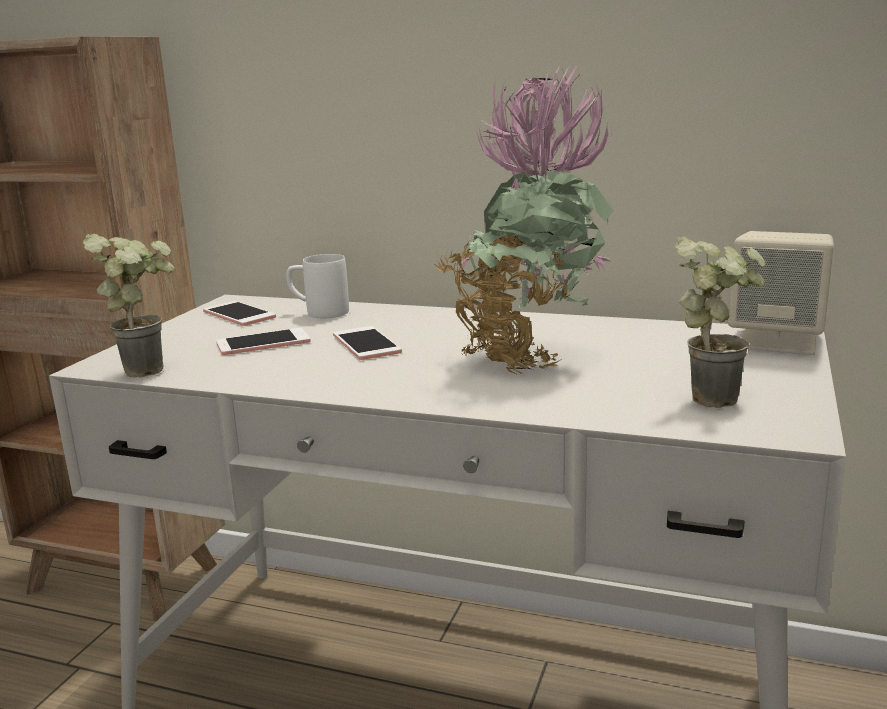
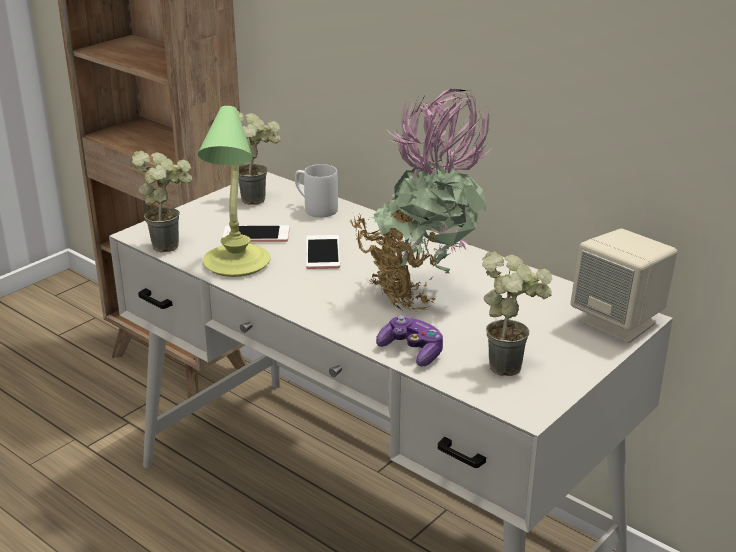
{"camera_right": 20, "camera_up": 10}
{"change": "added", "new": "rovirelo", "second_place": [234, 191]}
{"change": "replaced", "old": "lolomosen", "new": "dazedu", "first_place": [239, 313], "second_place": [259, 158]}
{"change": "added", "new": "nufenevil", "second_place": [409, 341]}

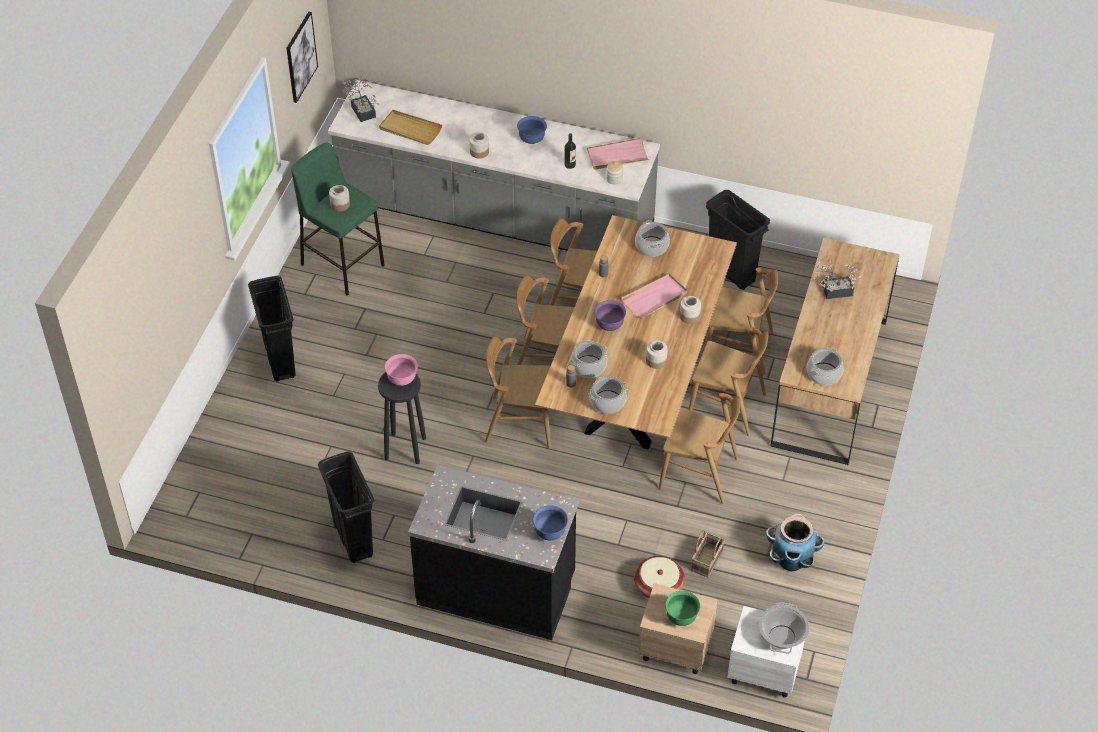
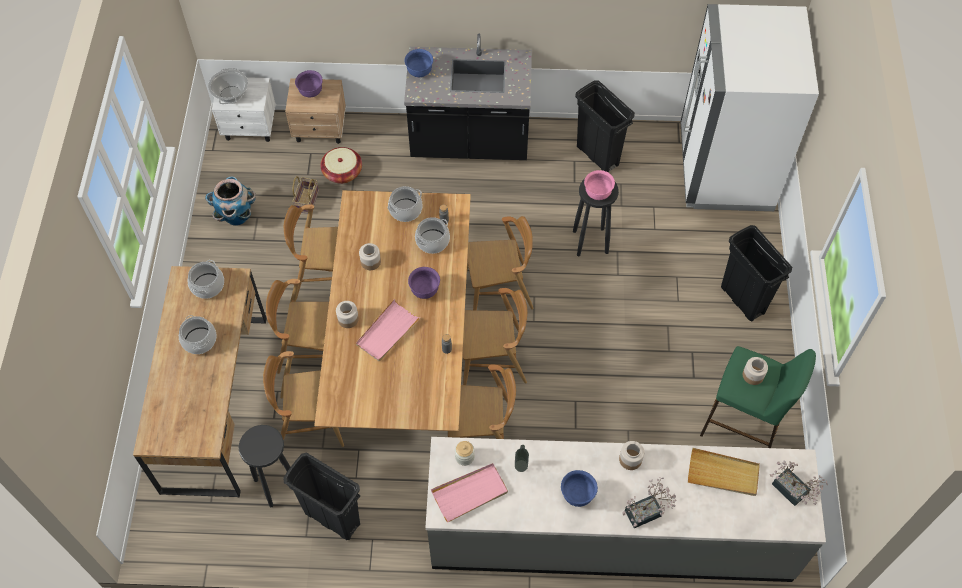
{"camera_right": 165, "camera_up": 10}
{"change": "moved", "old": "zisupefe", "first_place": [652, 238], "second_place": [198, 334]}
{"change": "added", "new": "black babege", "second_place": [264, 466]}
{"change": "recoloured", "old": "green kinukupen", "new": "purple kinukupen", "first_place": [682, 608], "second_place": [309, 83]}
{"change": "moved", "old": "dazedu", "first_place": [837, 279], "second_place": [650, 502]}
{"change": "added", "new": "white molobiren", "second_place": [749, 107]}
{"change": "removed", "old": "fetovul", "first_place": [302, 57]}

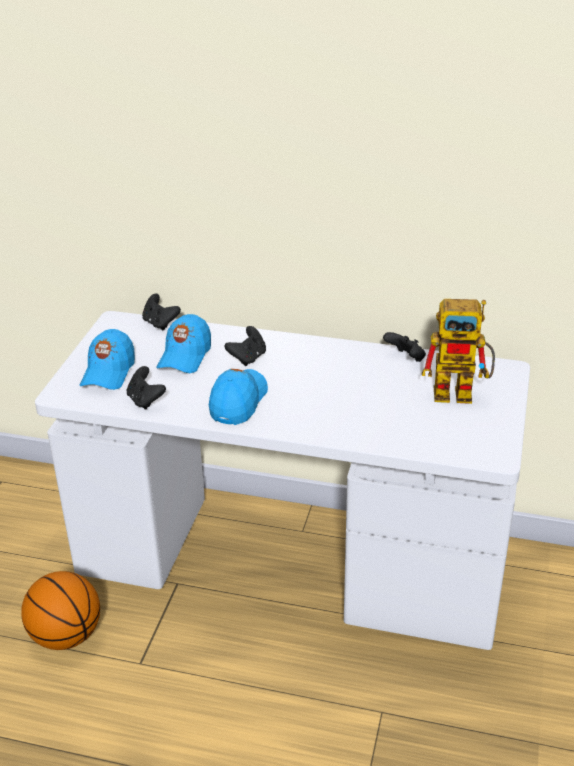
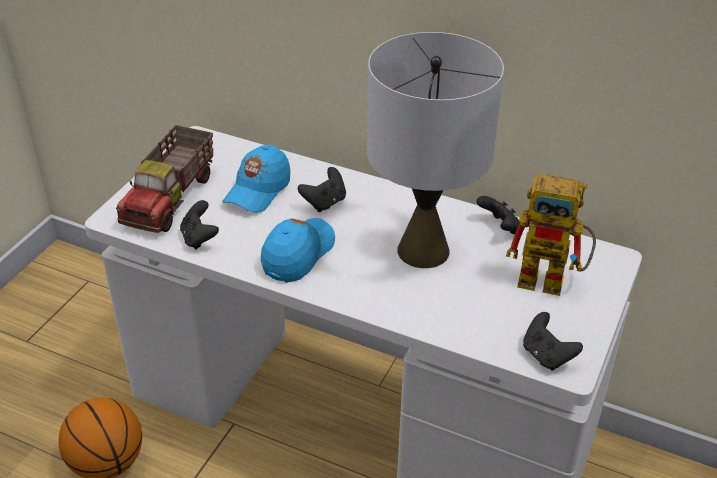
{"camera_right": 10, "camera_up": 5}
{"change": "replaced", "old": "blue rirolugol", "new": "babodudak", "first_place": [107, 359], "second_place": [164, 179]}
{"change": "added", "new": "grey rovirelo", "second_place": [435, 150]}
{"change": "moved", "old": "black nufenevil", "first_place": [161, 312], "second_place": [553, 341]}

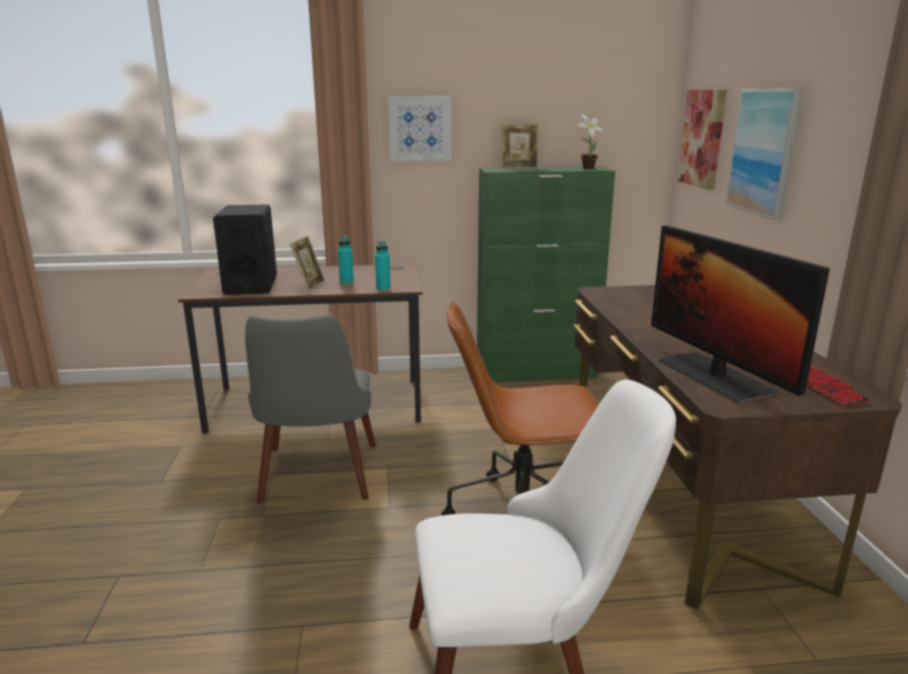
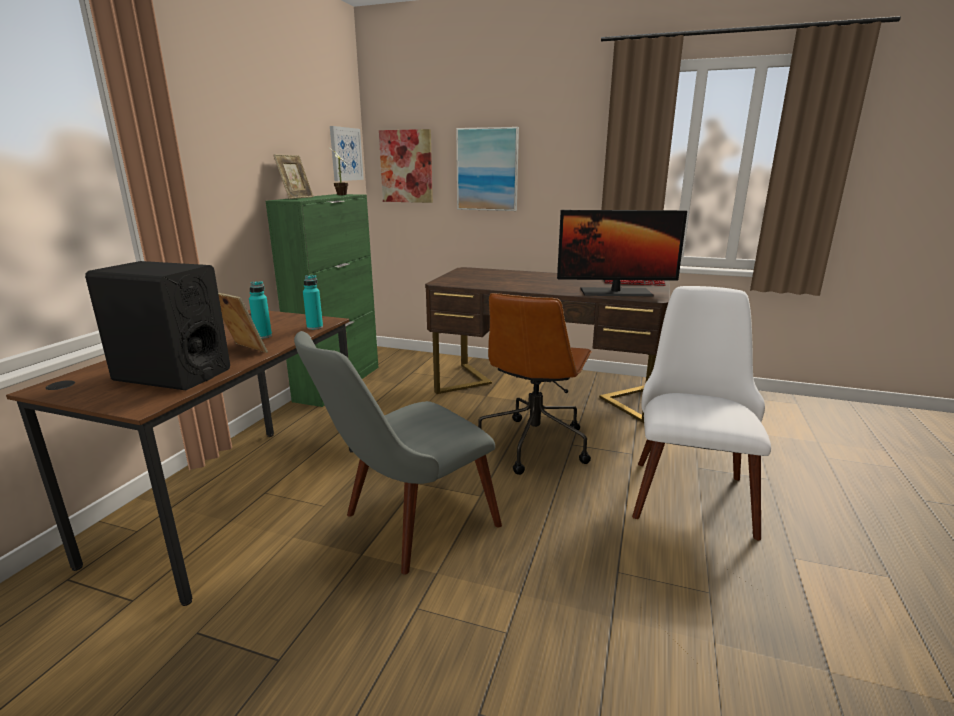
{"camera_right": -65, "camera_up": 0}
{"change": "turned", "old": "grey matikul", "first_place": [310, 409], "second_place": [398, 453], "degrees": 120}
{"change": "moved", "old": "fetovul", "first_place": [419, 128], "second_place": [347, 153]}

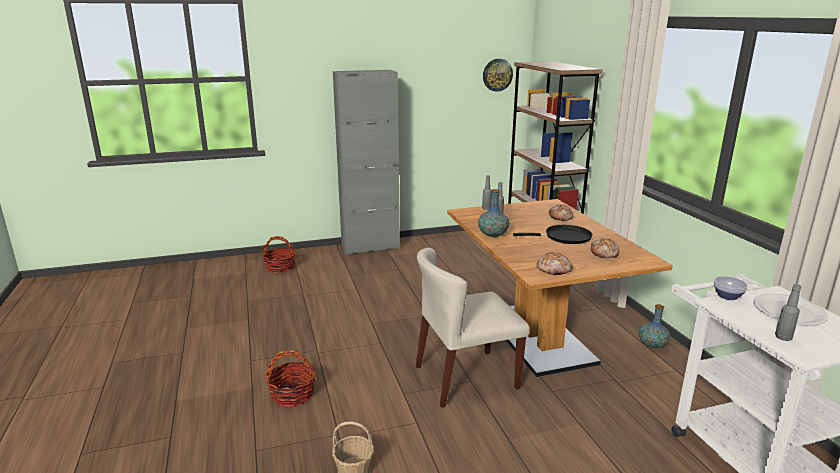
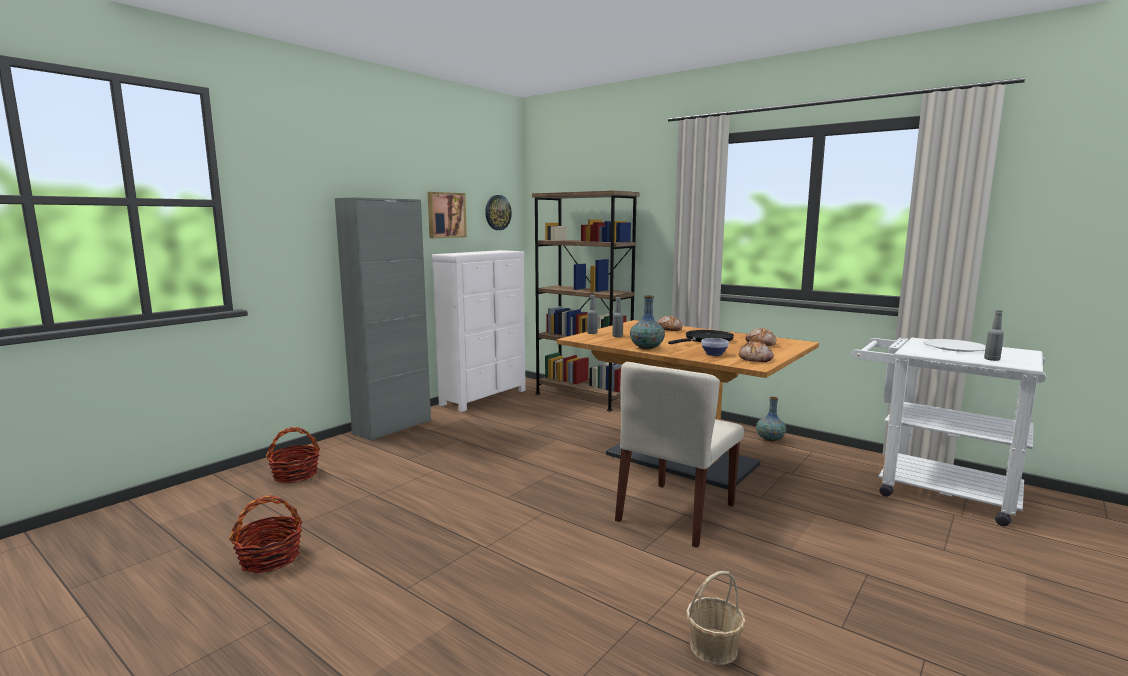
{"camera_right": -35, "camera_up": -10}
{"change": "moved", "old": "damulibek", "first_place": [290, 378], "second_place": [265, 534]}
{"change": "added", "new": "fetovul", "second_place": [447, 215]}
{"change": "added", "new": "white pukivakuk", "second_place": [479, 331]}
{"change": "moved", "old": "kinukupen", "first_place": [731, 288], "second_place": [715, 347]}

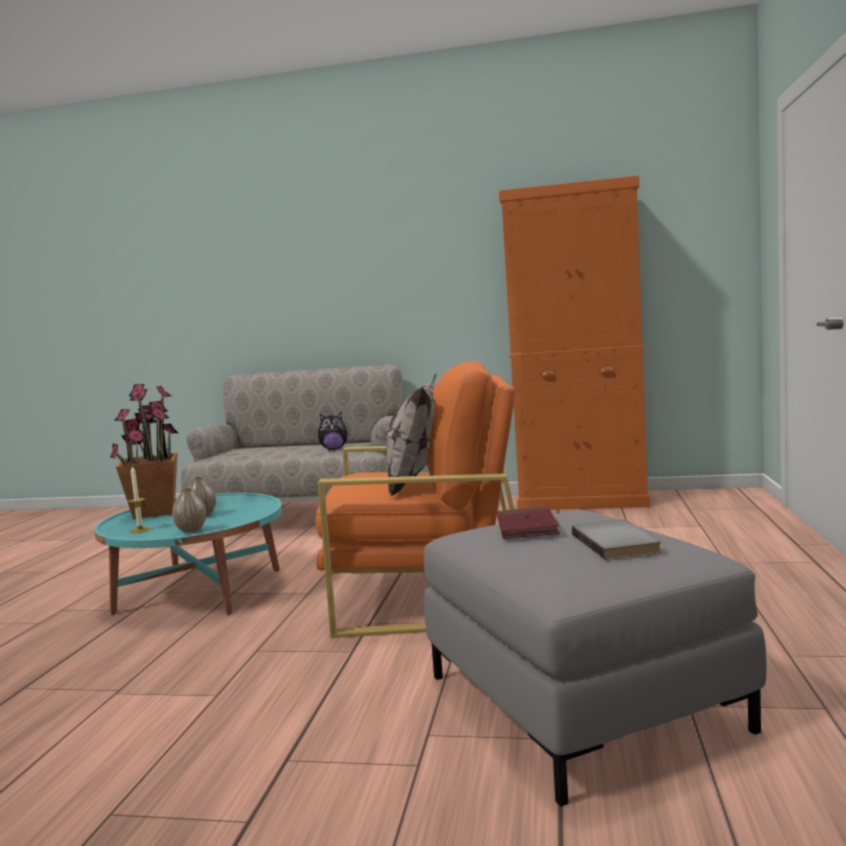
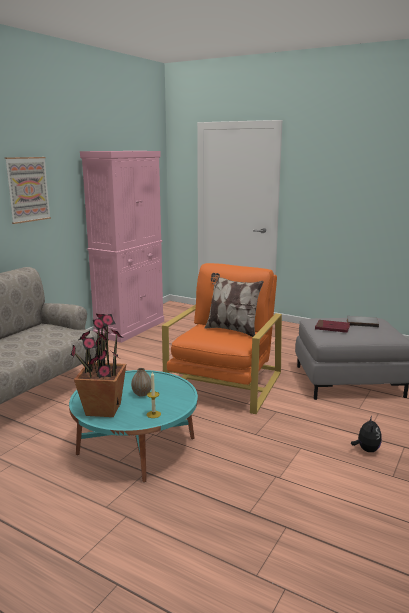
{"camera_right": -70, "camera_up": 10}
{"change": "added", "new": "fetovul", "second_place": [28, 190]}
{"change": "recoloured", "old": "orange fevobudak", "new": "pink fevobudak", "first_place": [574, 343], "second_place": [122, 247]}
{"change": "moved", "old": "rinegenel", "first_place": [334, 431], "second_place": [366, 434]}
{"change": "removed", "old": "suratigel", "first_place": [189, 510]}

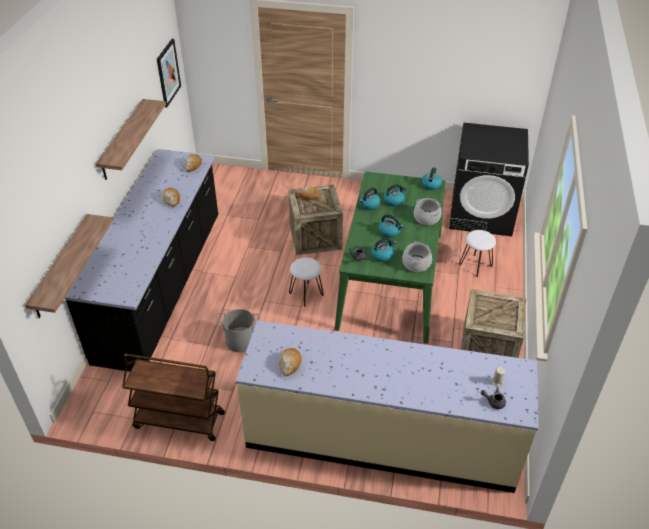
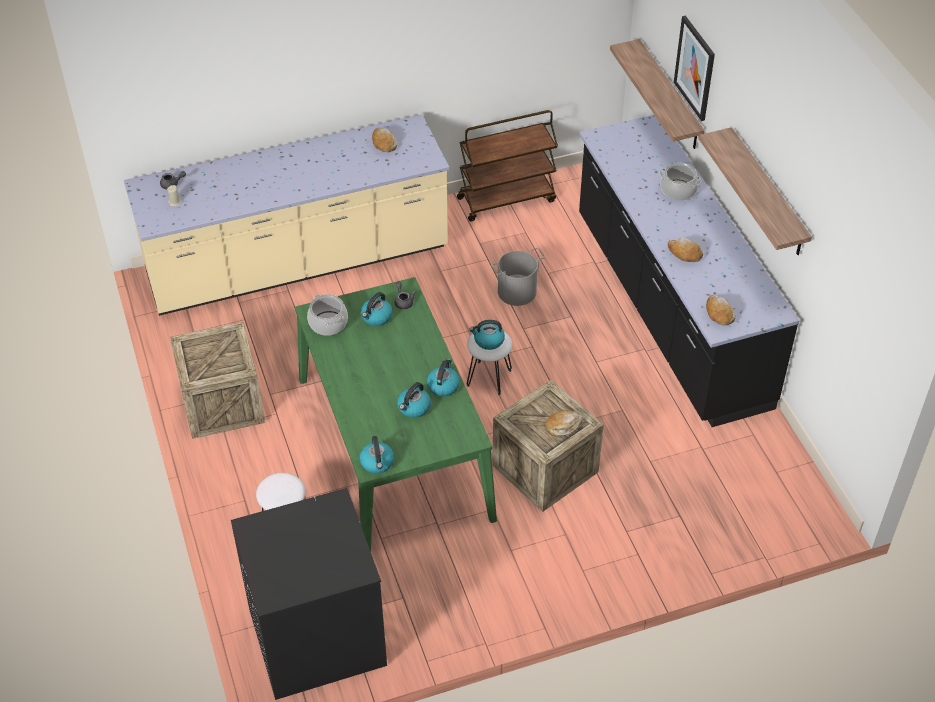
{"camera_right": 150, "camera_up": 5}
{"change": "moved", "old": "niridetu", "first_place": [391, 226], "second_place": [487, 335]}
{"change": "moved", "old": "zisupefe", "first_place": [428, 211], "second_place": [680, 182]}
{"change": "moved", "old": "fetovul", "first_place": [169, 73], "second_place": [694, 68]}

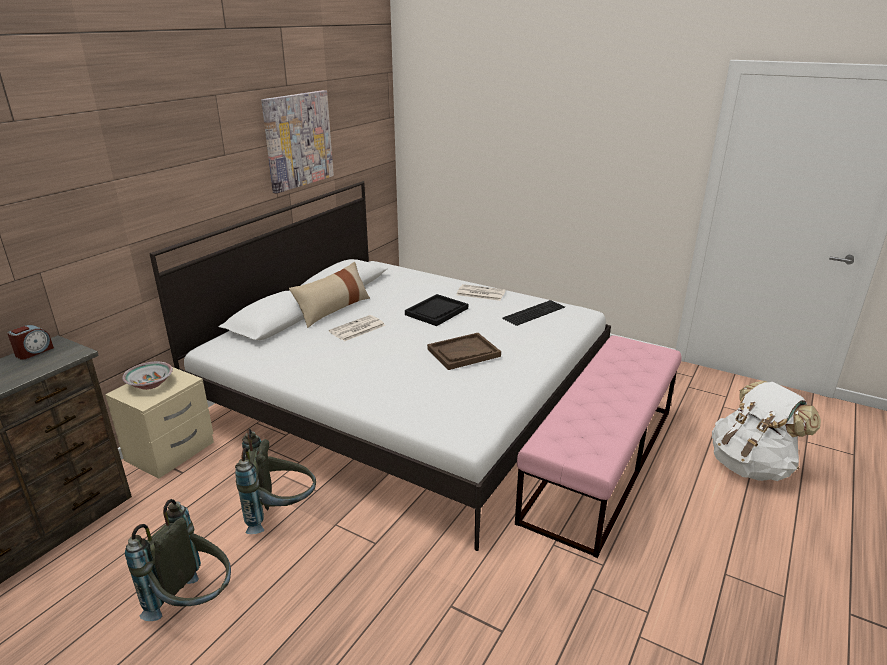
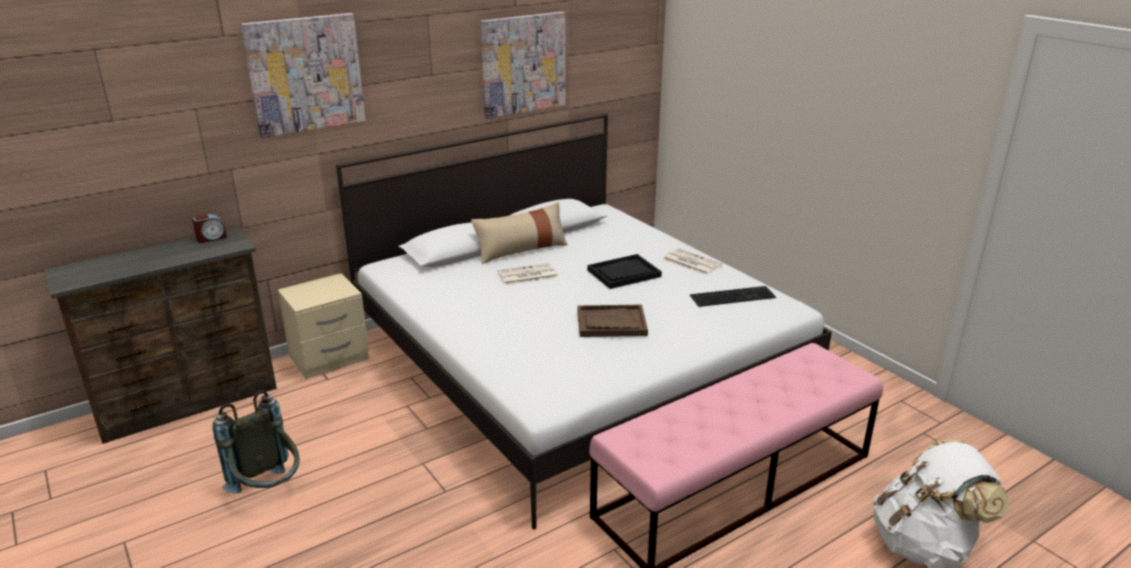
{"camera_right": 25, "camera_up": 0}
{"change": "added", "new": "fetovul", "second_place": [303, 75]}
{"change": "removed", "old": "kinukupen", "first_place": [147, 376]}
{"change": "removed", "old": "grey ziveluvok", "first_place": [275, 481]}

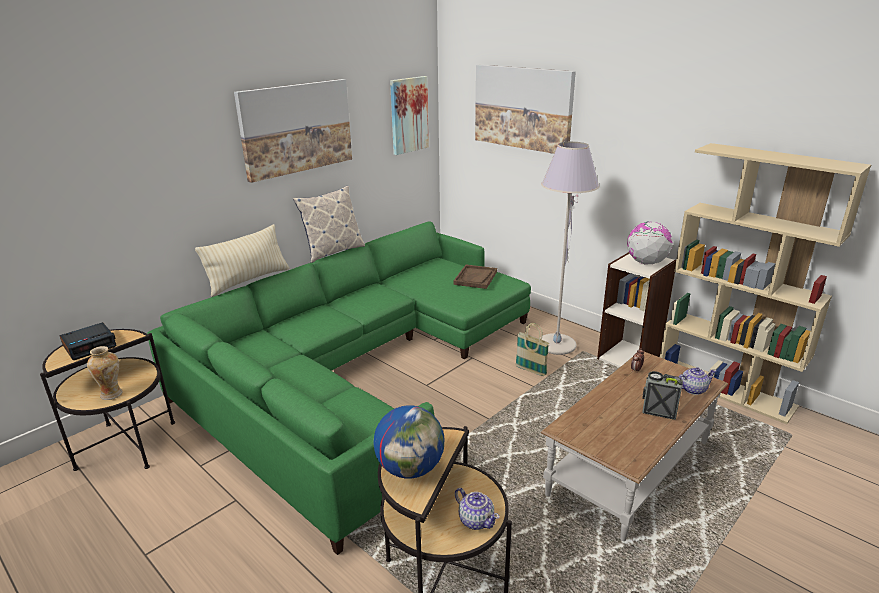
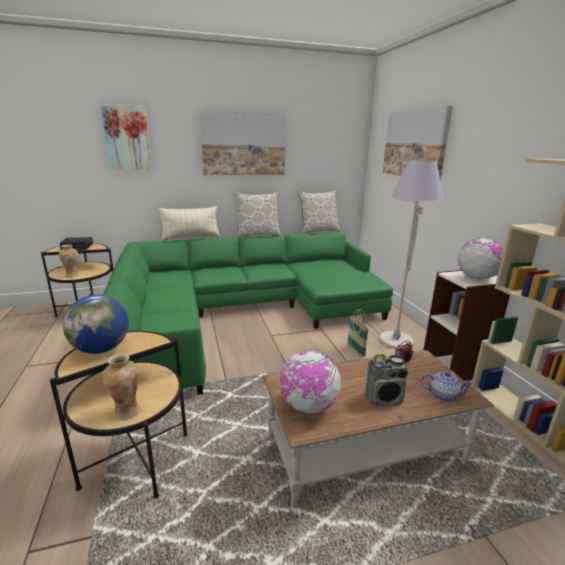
{"camera_right": 30, "camera_up": -5}
{"change": "moved", "old": "fetovul", "first_place": [409, 115], "second_place": [126, 137]}
{"change": "replaced", "old": "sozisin", "new": "suratigel", "first_place": [477, 509], "second_place": [121, 386]}
{"change": "added", "new": "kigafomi", "second_place": [310, 382]}
{"change": "added", "new": "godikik", "second_place": [319, 212]}
{"change": "turned", "old": "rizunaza", "first_place": [662, 395], "second_place": [386, 380], "degrees": 120}
{"change": "removed", "old": "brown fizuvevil", "first_place": [475, 277]}

